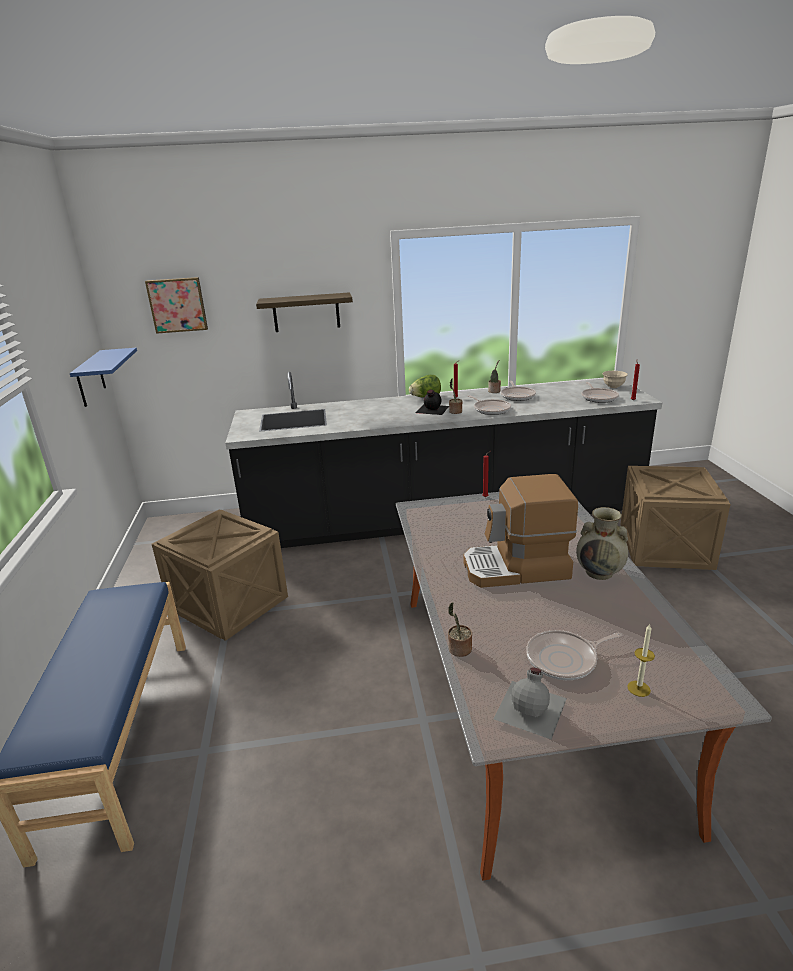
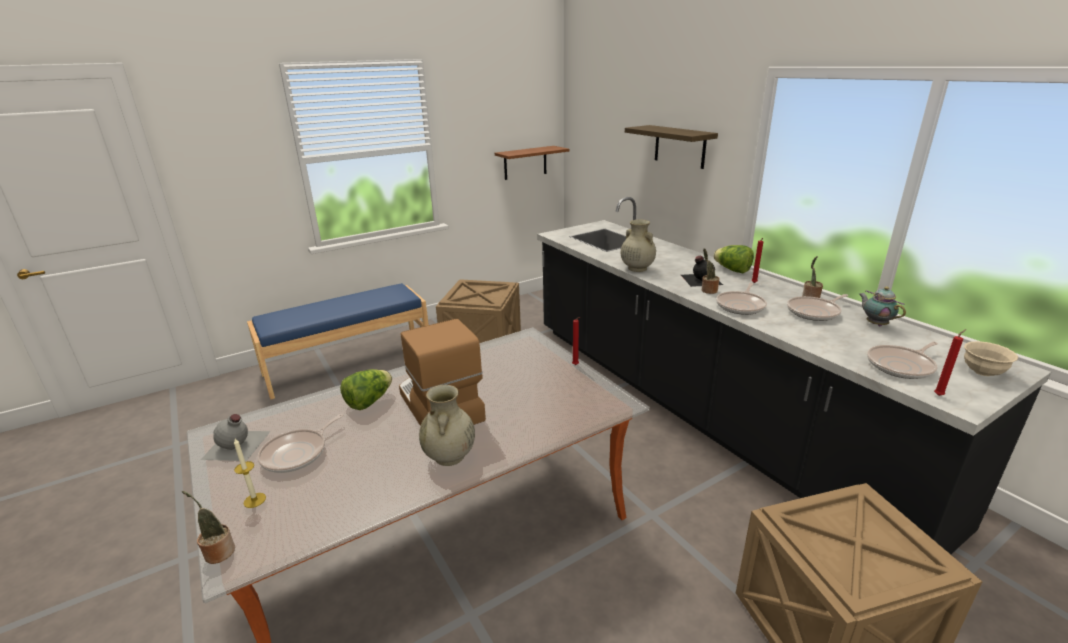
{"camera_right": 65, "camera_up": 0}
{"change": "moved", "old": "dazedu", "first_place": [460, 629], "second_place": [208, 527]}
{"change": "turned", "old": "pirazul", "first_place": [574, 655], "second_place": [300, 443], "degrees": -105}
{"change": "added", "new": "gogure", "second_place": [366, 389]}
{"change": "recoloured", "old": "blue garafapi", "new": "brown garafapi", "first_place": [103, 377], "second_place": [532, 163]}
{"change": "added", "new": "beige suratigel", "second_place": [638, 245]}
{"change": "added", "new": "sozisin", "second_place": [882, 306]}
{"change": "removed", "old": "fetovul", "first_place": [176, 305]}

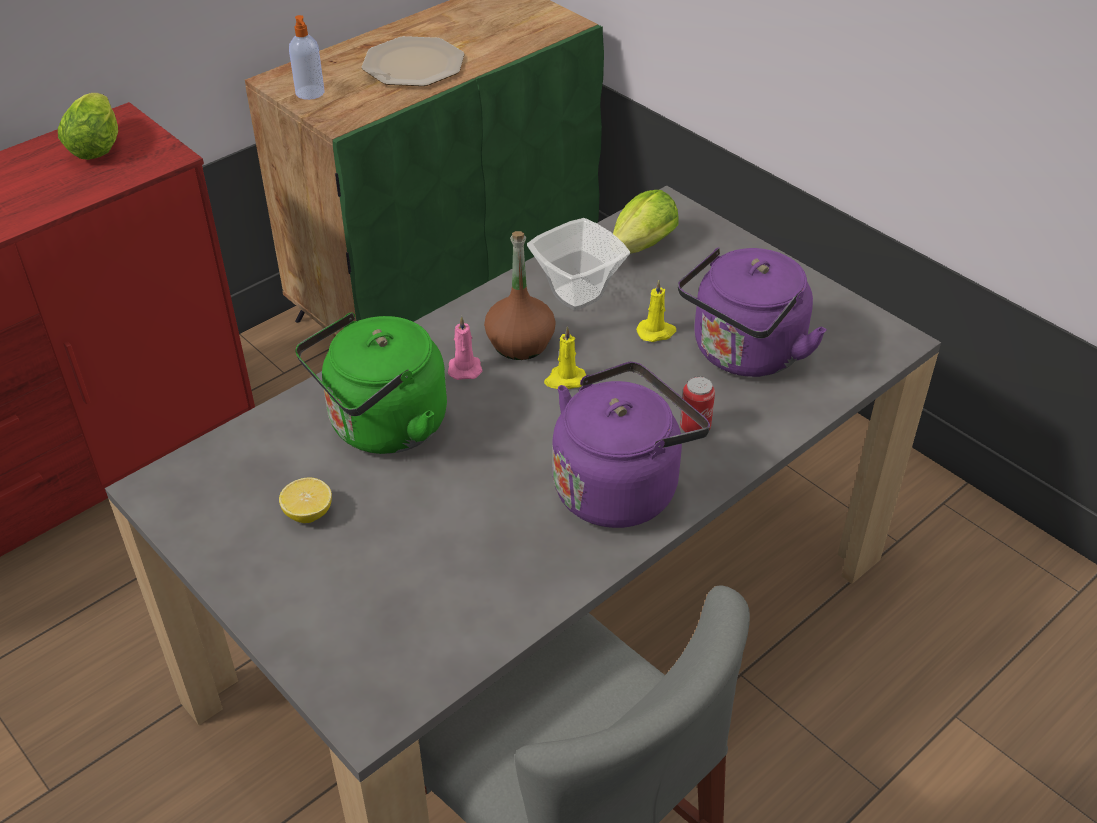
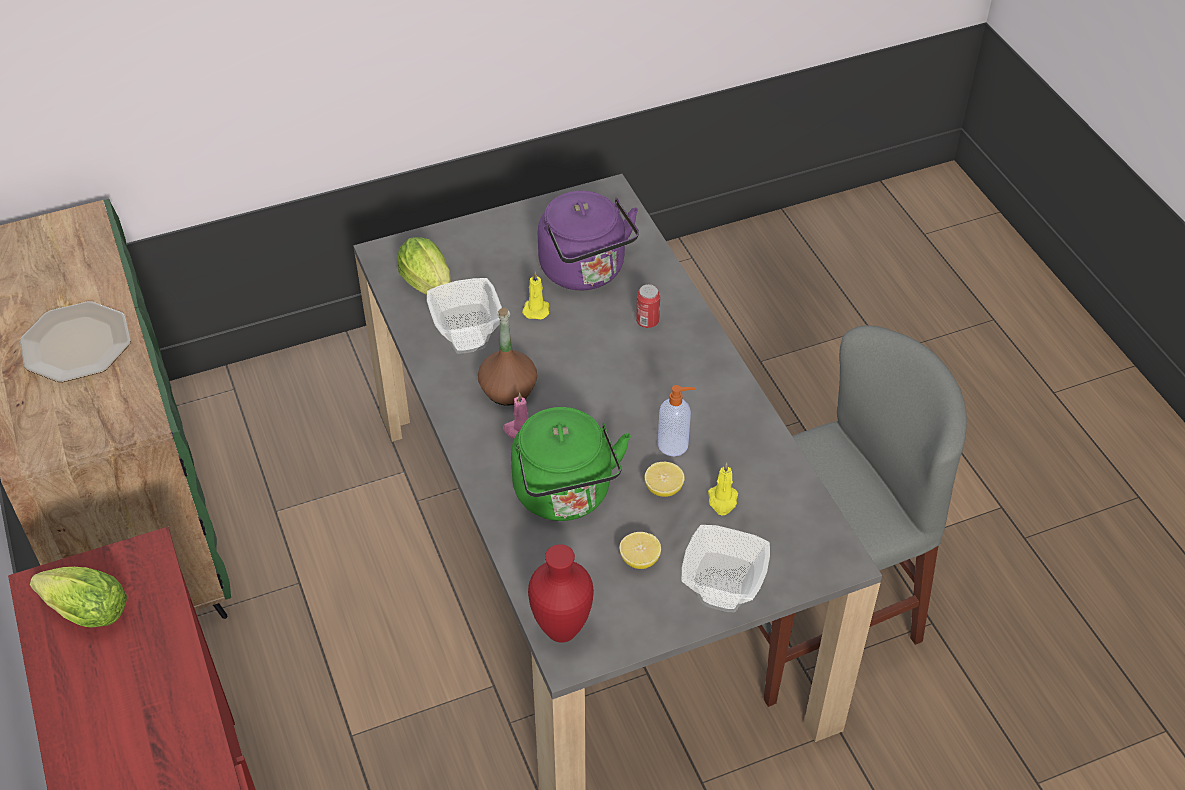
{"camera_right": -70, "camera_up": 5}
{"change": "added", "new": "red suratigel", "second_place": [561, 593]}
{"change": "added", "new": "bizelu", "second_place": [664, 479]}
{"change": "moved", "old": "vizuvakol", "first_place": [307, 57], "second_place": [677, 420]}
{"change": "added", "new": "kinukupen", "second_place": [726, 568]}
{"change": "moved", "old": "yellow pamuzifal", "first_place": [565, 357], "second_place": [723, 489]}
{"change": "removed", "old": "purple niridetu", "first_place": [631, 445]}

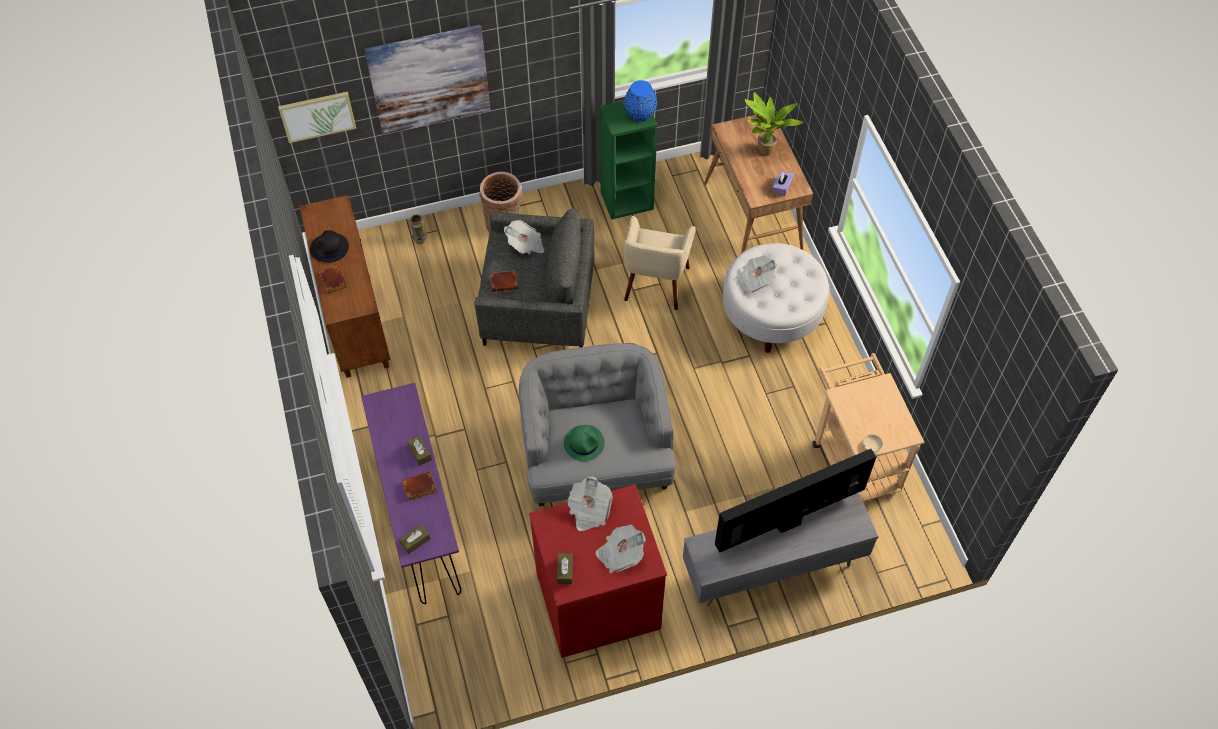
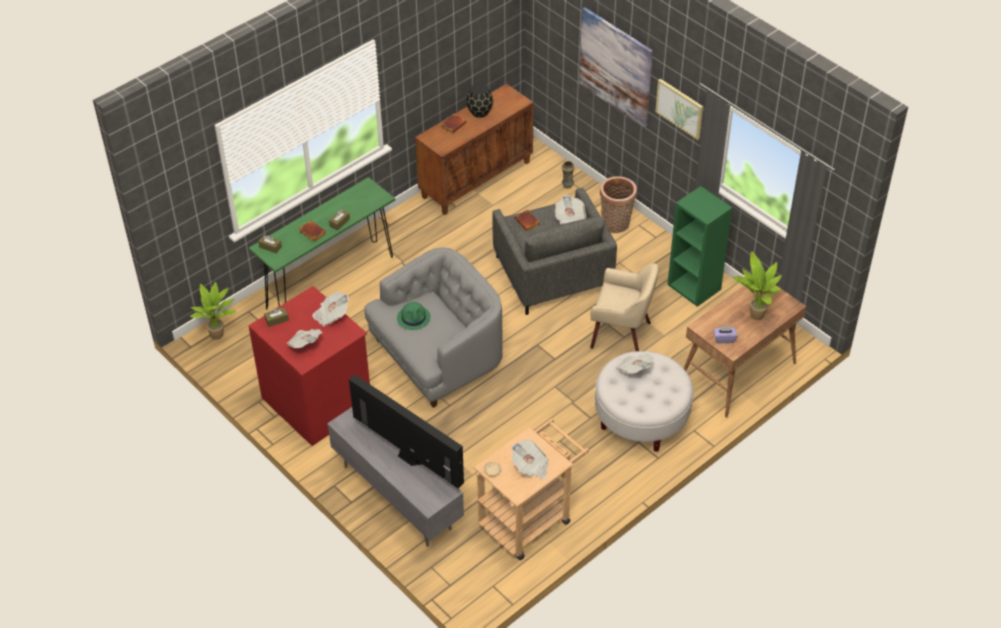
{"camera_right": 65, "camera_up": -10}
{"change": "added", "new": "dazedu", "second_place": [212, 311]}
{"change": "recoloured", "old": "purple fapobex", "new": "green fapobex", "first_place": [411, 493], "second_place": [322, 243]}
{"change": "replaced", "old": "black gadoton", "new": "black suratigel", "first_place": [329, 246], "second_place": [479, 100]}
{"change": "added", "new": "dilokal", "second_place": [530, 459]}
{"change": "turned", "old": "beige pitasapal", "first_place": [659, 263], "second_place": [624, 307], "degrees": -150}
{"change": "moved", "old": "fetovul", "first_place": [317, 117], "second_place": [679, 109]}
{"change": "removed", "old": "blue suratigel", "first_place": [640, 101]}

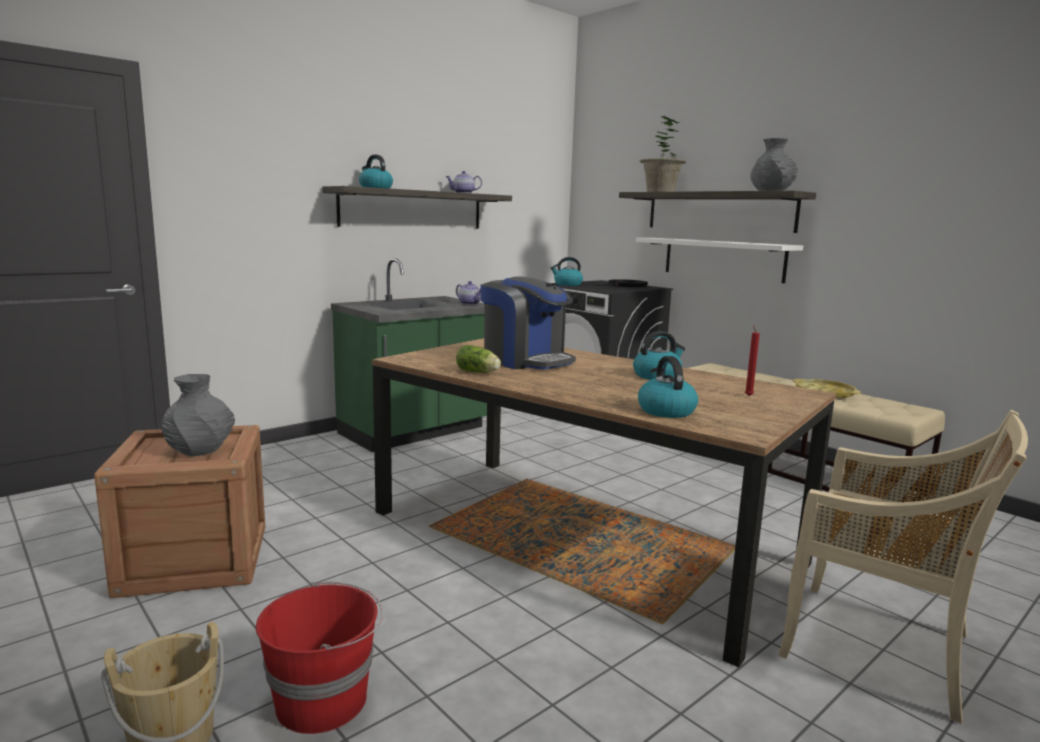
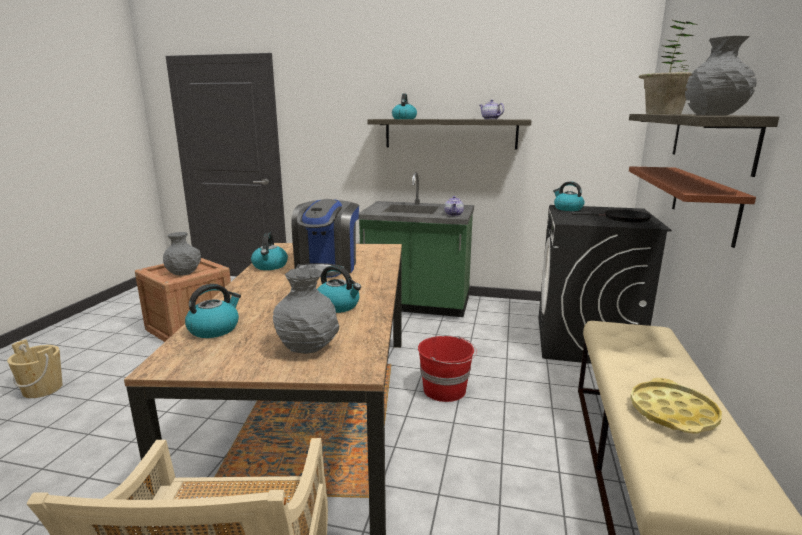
{"camera_right": 55, "camera_up": 5}
{"change": "replaced", "old": "gogure", "new": "niridetu", "first_place": [478, 359], "second_place": [269, 251]}
{"change": "replaced", "old": "red pamuzifal", "new": "grey suratigel", "first_place": [752, 360], "second_place": [306, 311]}
{"change": "moved", "old": "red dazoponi", "first_place": [319, 658], "second_place": [447, 369]}
{"change": "recoloured", "old": "white garafapi", "new": "brown garafapi", "first_place": [719, 260], "second_place": [692, 207]}

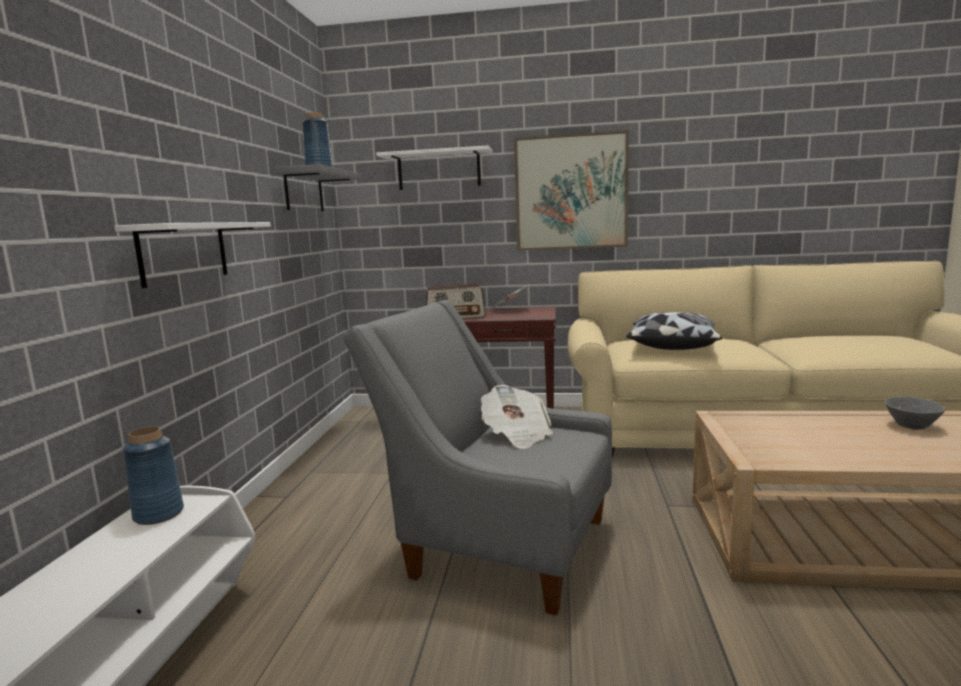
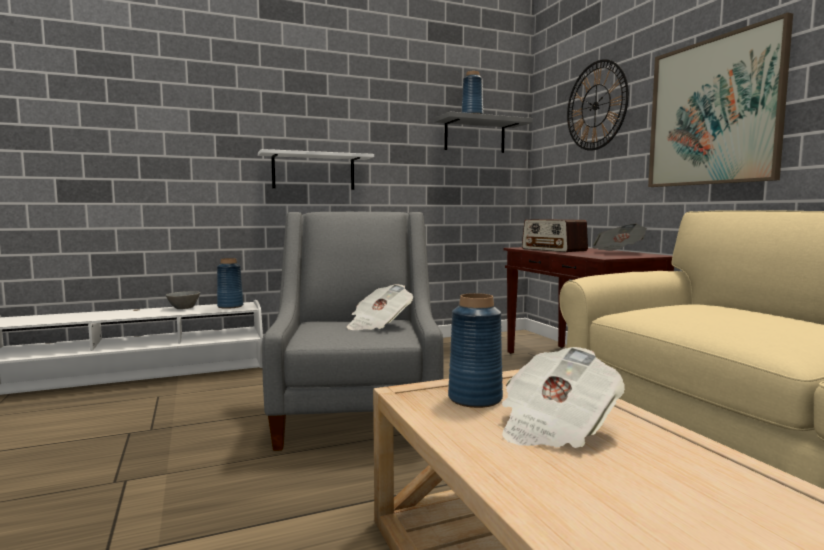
{"camera_right": 60, "camera_up": -5}
{"change": "moved", "old": "grey kinukupen", "first_place": [915, 413], "second_place": [183, 300]}
{"change": "added", "new": "blue suratigel", "second_place": [475, 350]}
{"change": "added", "new": "dilokal", "second_place": [563, 397]}
{"change": "replaced", "old": "white garafapi", "new": "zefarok", "first_place": [434, 167], "second_place": [598, 105]}
{"change": "removed", "old": "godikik", "first_place": [674, 331]}

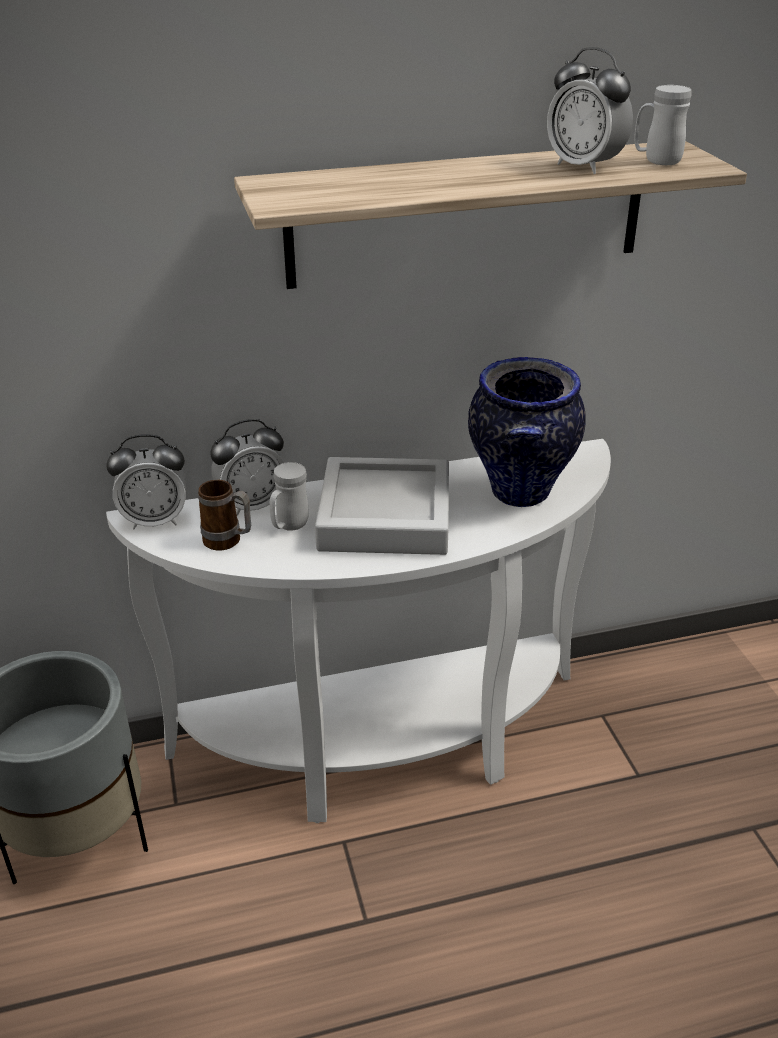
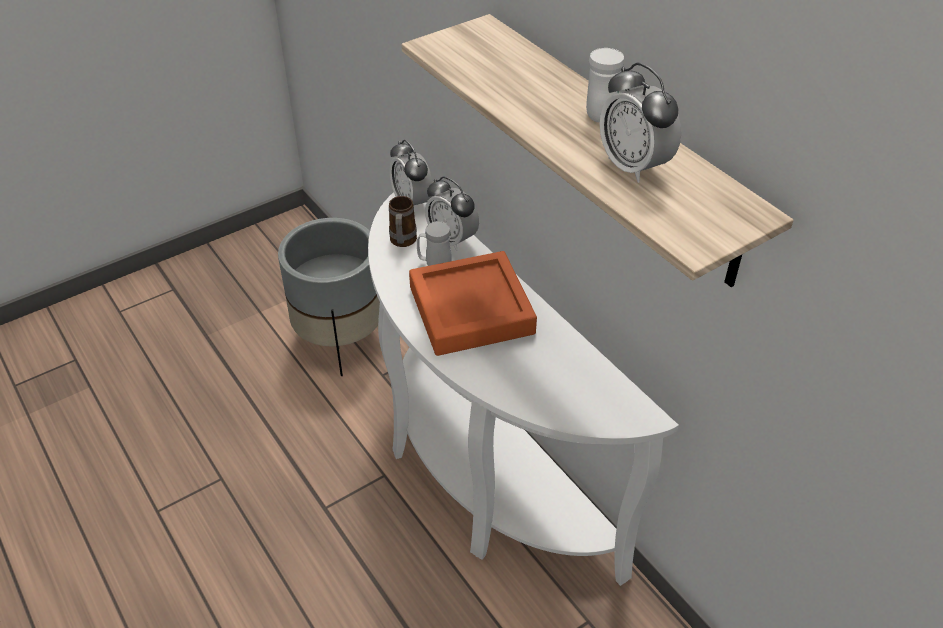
{"camera_right": 70, "camera_up": 10}
{"change": "recoloured", "old": "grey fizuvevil", "new": "orange fizuvevil", "first_place": [382, 506], "second_place": [473, 303]}
{"change": "moved", "old": "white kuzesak", "first_place": [663, 125], "second_place": [605, 85]}
{"change": "turned", "old": "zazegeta", "first_place": [590, 110], "second_place": [640, 123], "degrees": -60}
{"change": "removed", "old": "suratigel", "first_place": [527, 432]}

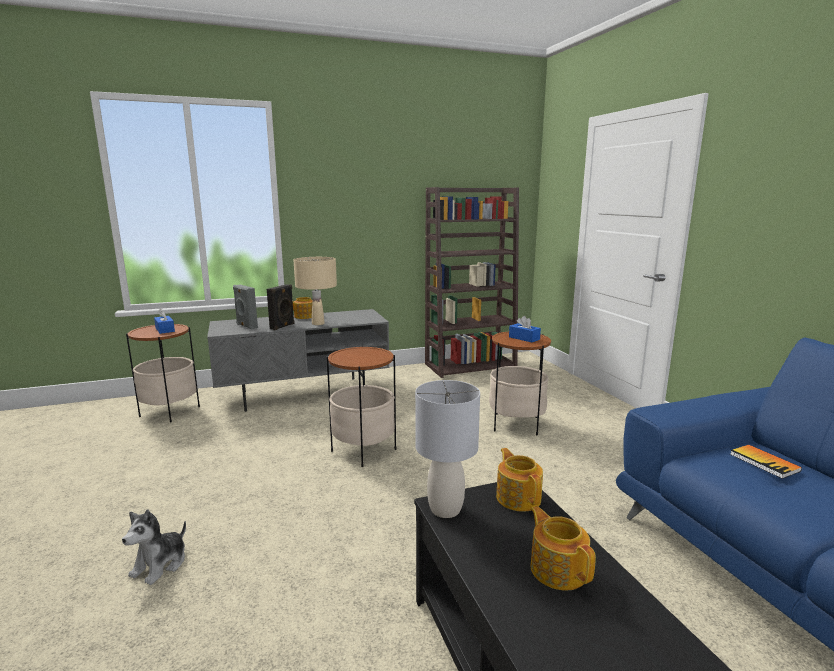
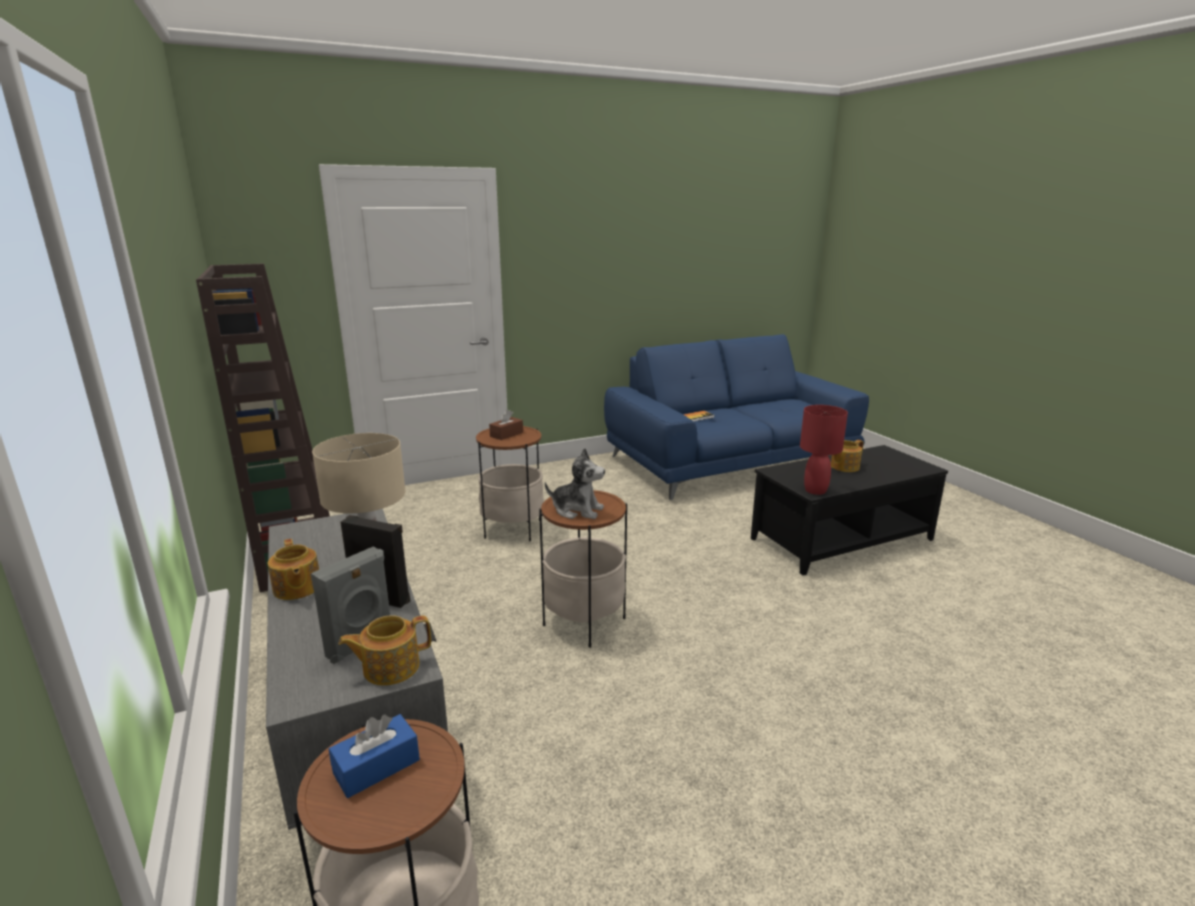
{"camera_right": -95, "camera_up": 5}
{"change": "moved", "old": "sozisin", "first_place": [519, 480], "second_place": [384, 650]}
{"change": "recoloured", "old": "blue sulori", "new": "brown sulori", "first_place": [525, 329], "second_place": [506, 425]}
{"change": "moved", "old": "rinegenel", "first_place": [154, 547], "second_place": [575, 483]}
{"change": "recoloured", "old": "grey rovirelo", "new": "red rovirelo", "first_place": [447, 449], "second_place": [824, 450]}

